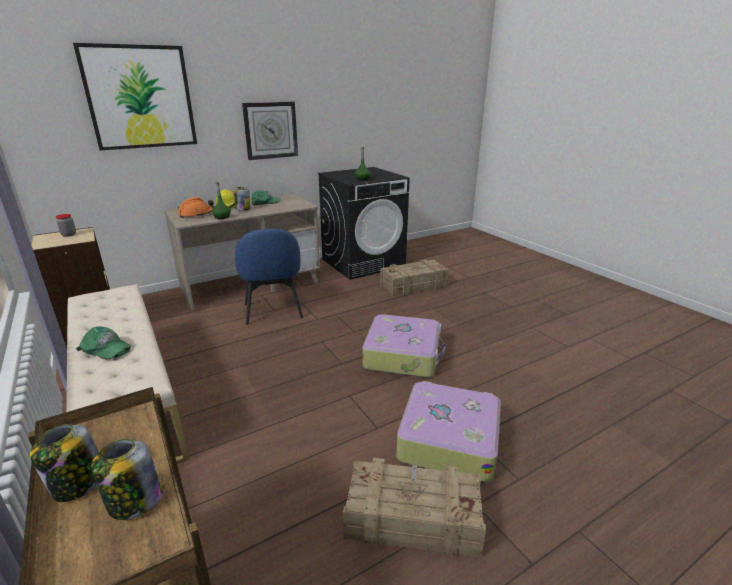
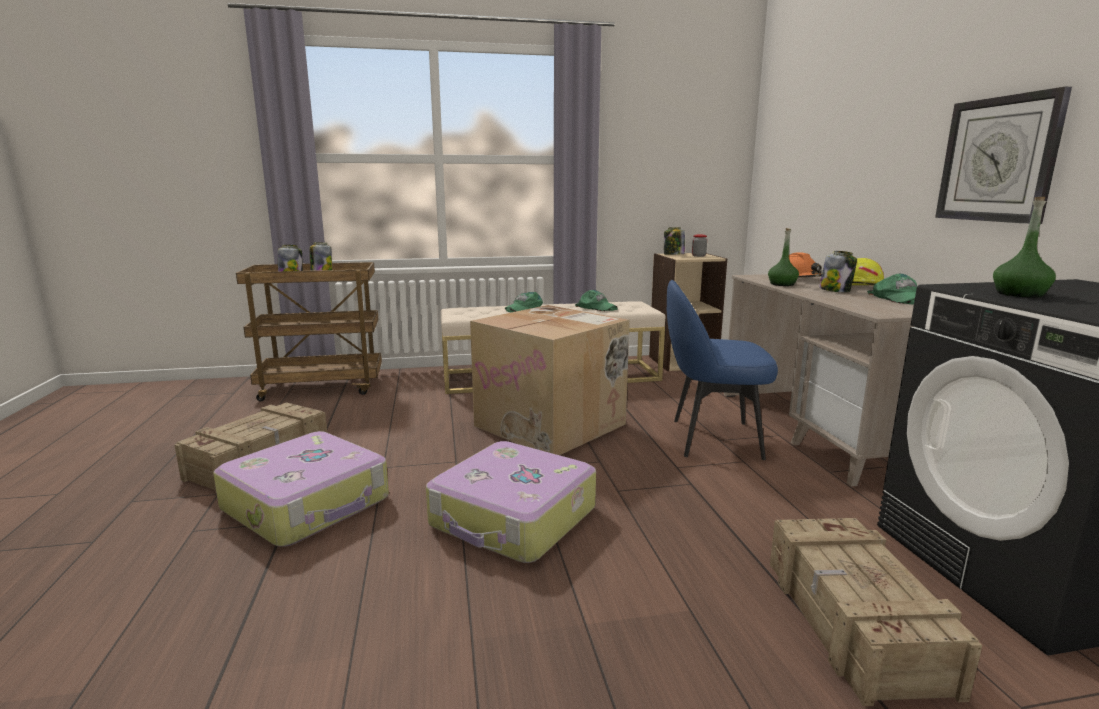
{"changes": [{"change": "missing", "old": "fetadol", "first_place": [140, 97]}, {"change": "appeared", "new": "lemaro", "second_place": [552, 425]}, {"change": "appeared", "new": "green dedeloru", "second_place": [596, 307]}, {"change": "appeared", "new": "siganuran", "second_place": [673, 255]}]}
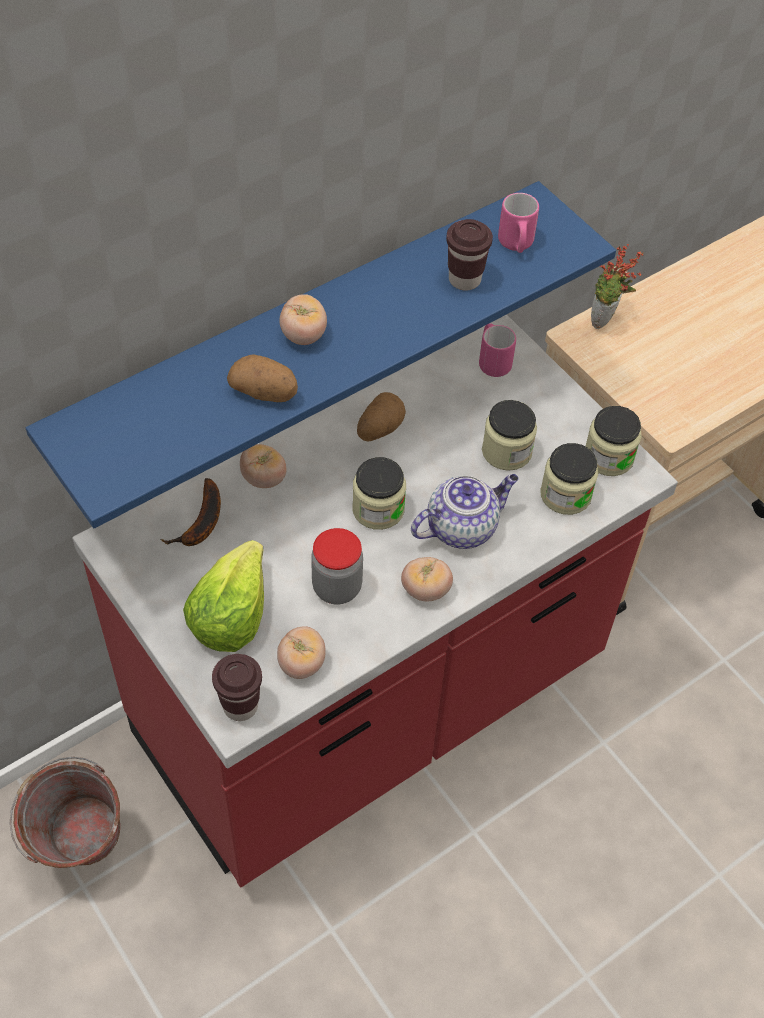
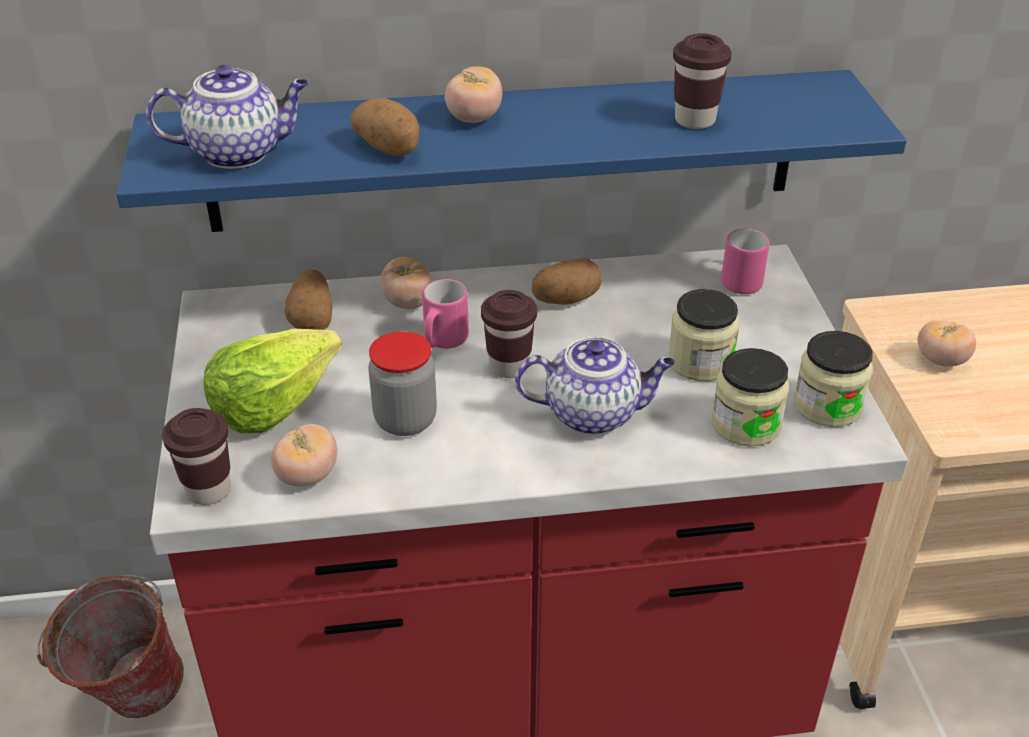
{"changes": [{"change": "missing", "old": "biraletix", "first_place": [605, 321]}, {"change": "appeared", "new": "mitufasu", "second_place": [239, 152]}, {"change": "relocated", "old": "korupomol", "first_place": [425, 590], "second_place": [941, 360]}, {"change": "relocated", "old": "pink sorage", "first_place": [516, 245], "second_place": [442, 342]}, {"change": "exchanged", "old": "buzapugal", "new": "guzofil", "first_place": [201, 523], "second_place": [312, 319]}, {"change": "exchanged", "old": "siganuran", "new": "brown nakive", "first_place": [378, 509], "second_place": [509, 366]}]}
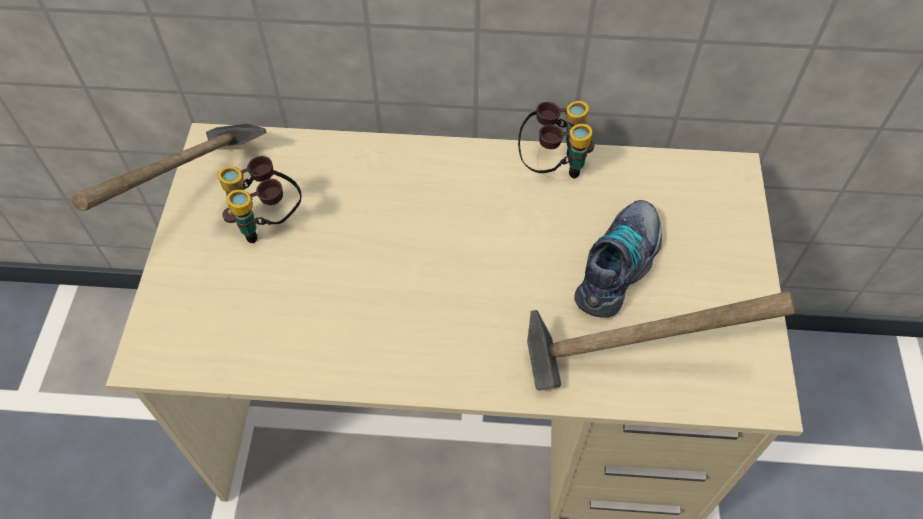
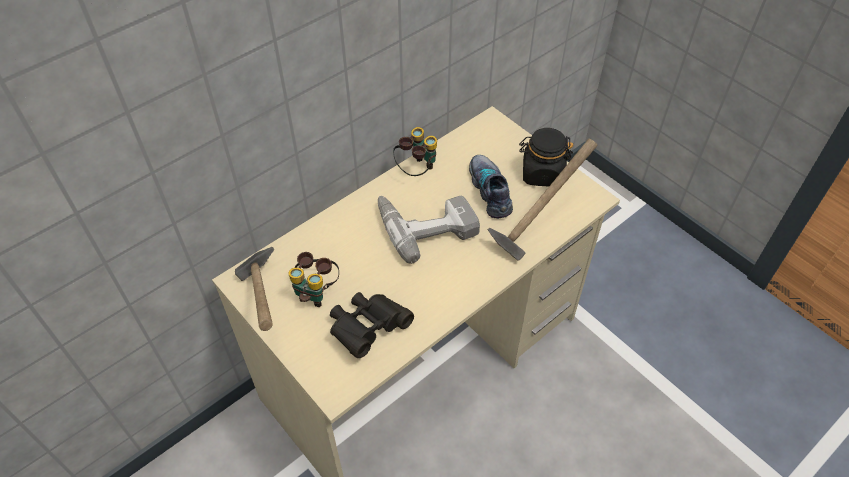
{"changes": [{"change": "appeared", "new": "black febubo", "second_place": [368, 328]}, {"change": "appeared", "new": "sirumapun", "second_place": [425, 224]}, {"change": "appeared", "new": "black siganuran", "second_place": [542, 173]}]}
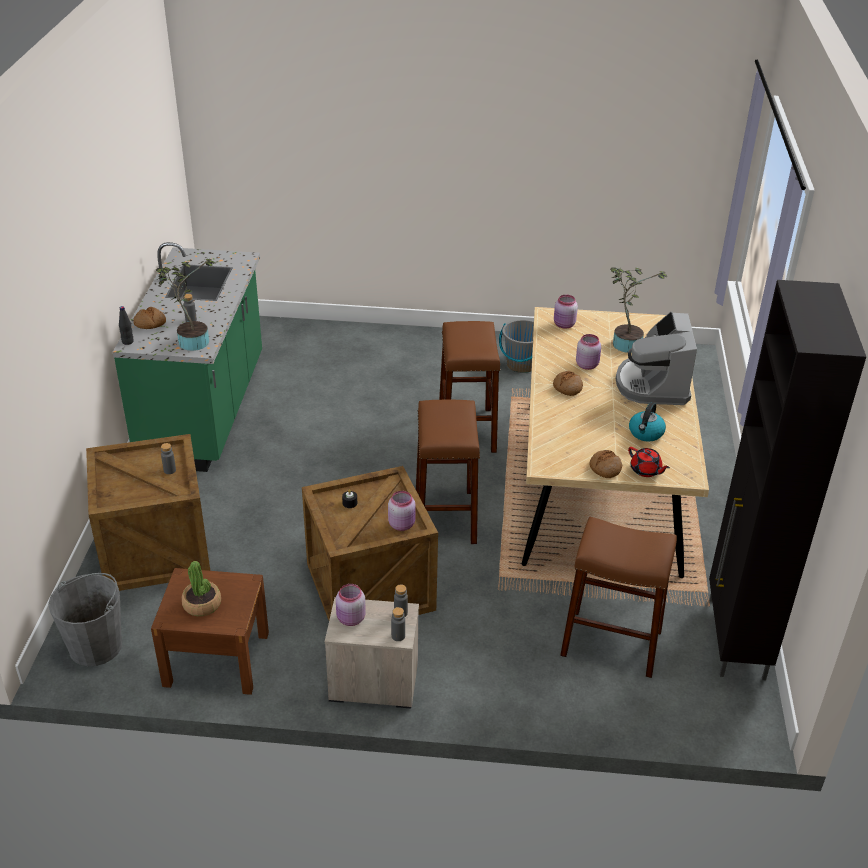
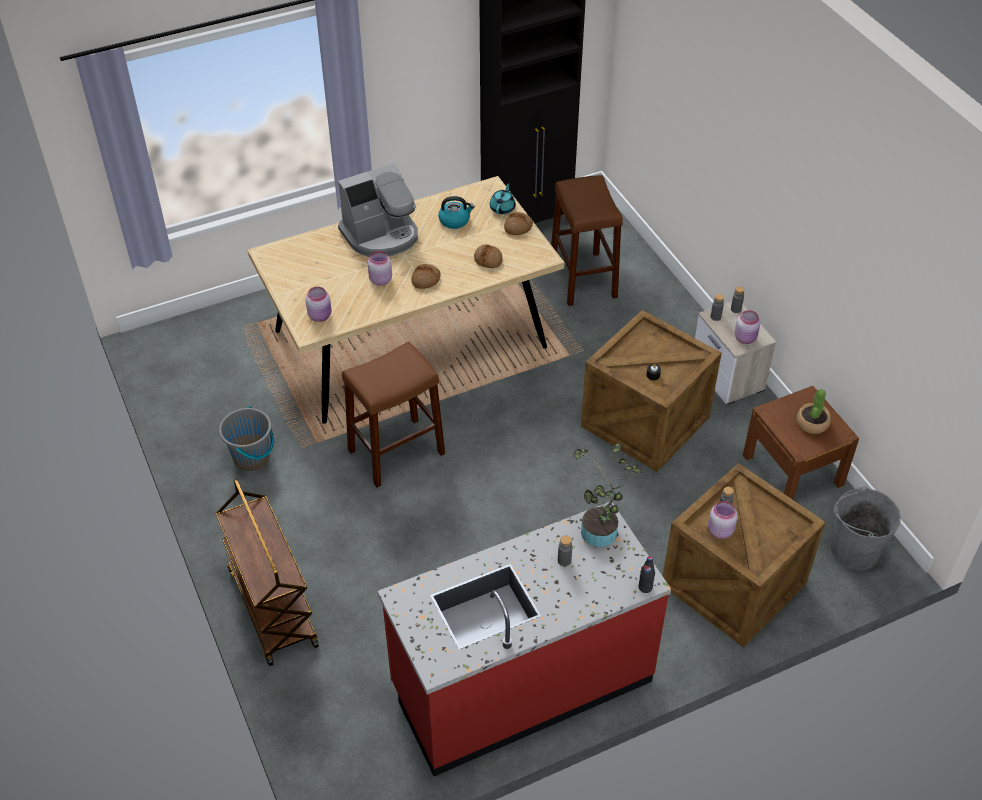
{"changes": [{"change": "missing", "old": "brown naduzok", "first_place": [445, 516]}, {"change": "missing", "old": "biraletix", "first_place": [624, 342]}, {"change": "appeared", "new": "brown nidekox", "second_place": [272, 608]}, {"change": "relocated", "old": "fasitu", "first_place": [150, 323], "second_place": [488, 260]}, {"change": "relocated", "old": "pink siganuran", "first_place": [402, 524], "second_place": [719, 530]}, {"change": "colour", "old": "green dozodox", "new": "red dozodox", "first_place": [205, 410], "second_place": [521, 683]}, {"change": "colour", "old": "red mitufasu", "new": "turquoise mitufasu", "first_place": [646, 470], "second_place": [502, 208]}]}
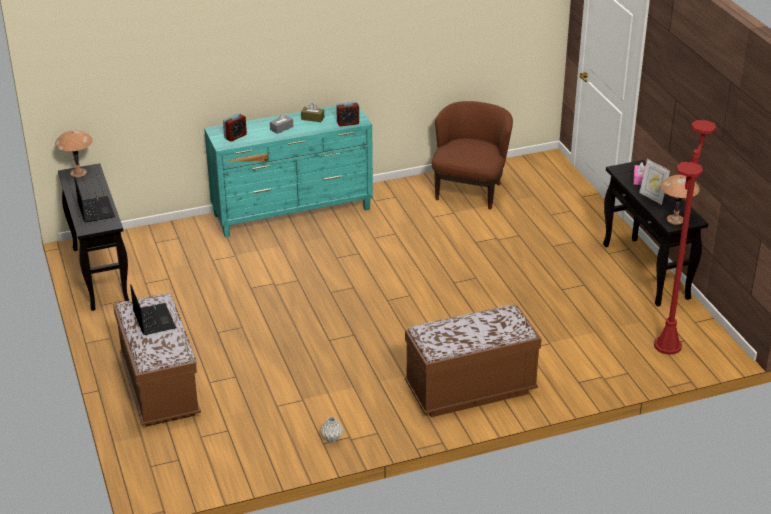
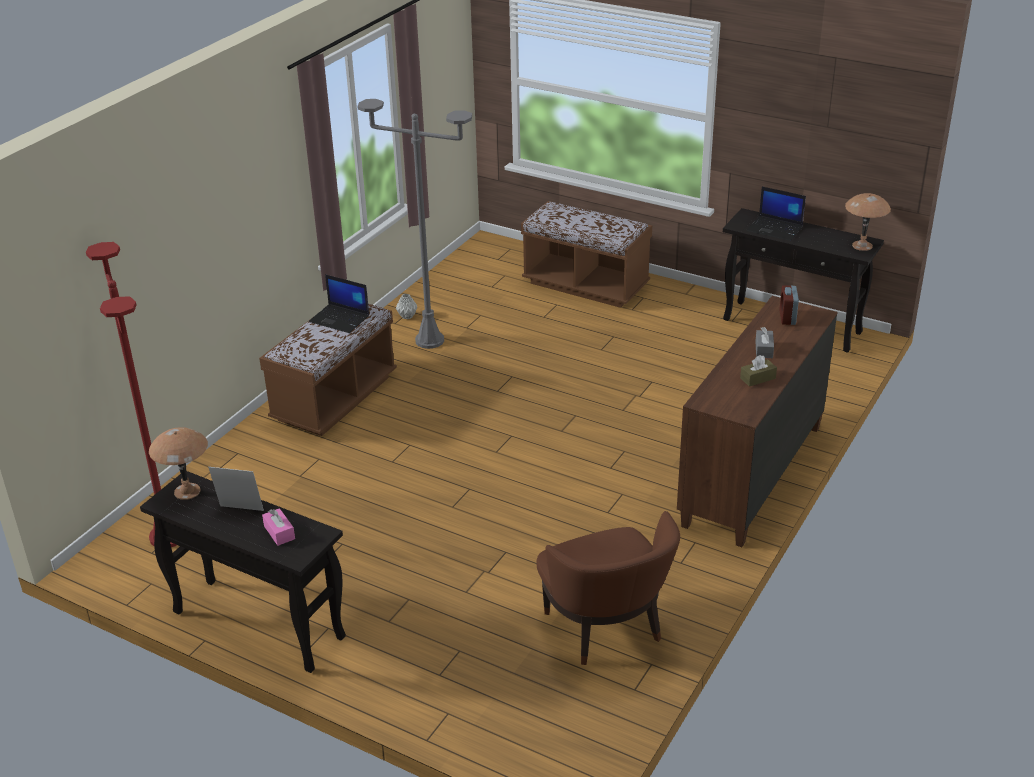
{"changes": [{"change": "missing", "old": "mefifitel", "first_place": [348, 123]}, {"change": "appeared", "new": "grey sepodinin", "second_place": [429, 340]}, {"change": "relocated", "old": "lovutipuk", "first_place": [153, 319], "second_place": [340, 319]}, {"change": "colour", "old": "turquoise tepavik", "new": "brown tepavik", "first_place": [293, 212], "second_place": [751, 475]}]}
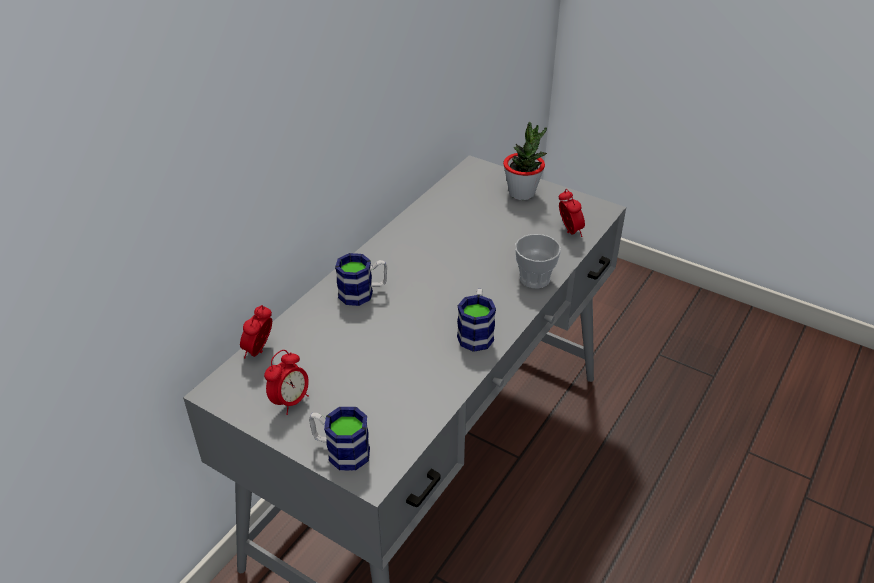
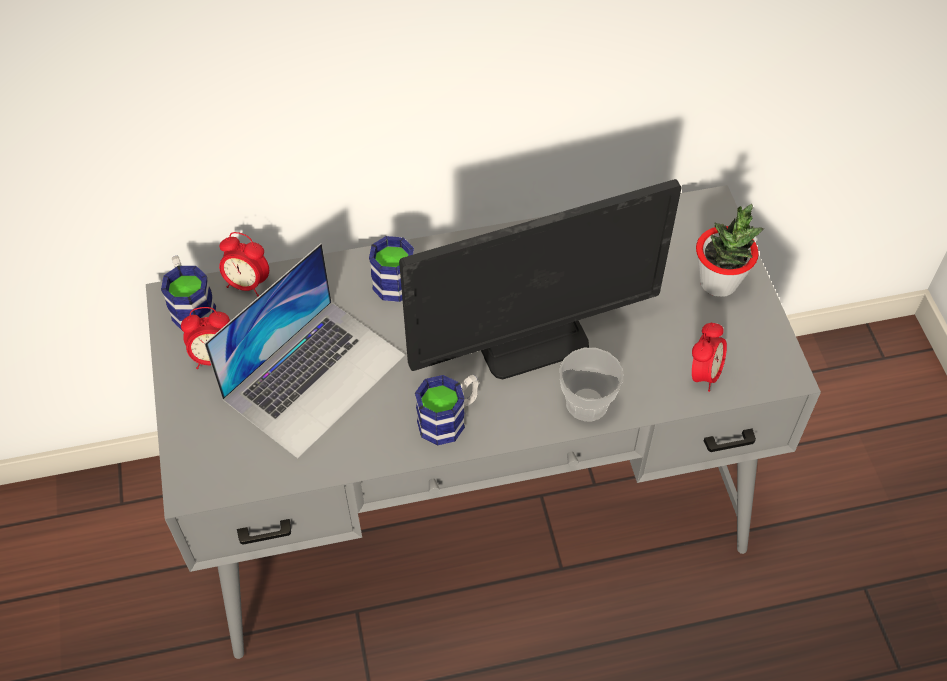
{"changes": [{"change": "appeared", "new": "lovutipuk", "second_place": [314, 376]}, {"change": "appeared", "new": "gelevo", "second_place": [531, 339]}, {"change": "relocated", "old": "sorage", "first_place": [340, 451], "second_place": [191, 306]}, {"change": "spun", "old": "mefifitel", "first_place": [259, 351], "second_place": [247, 284], "degrees": -135}]}
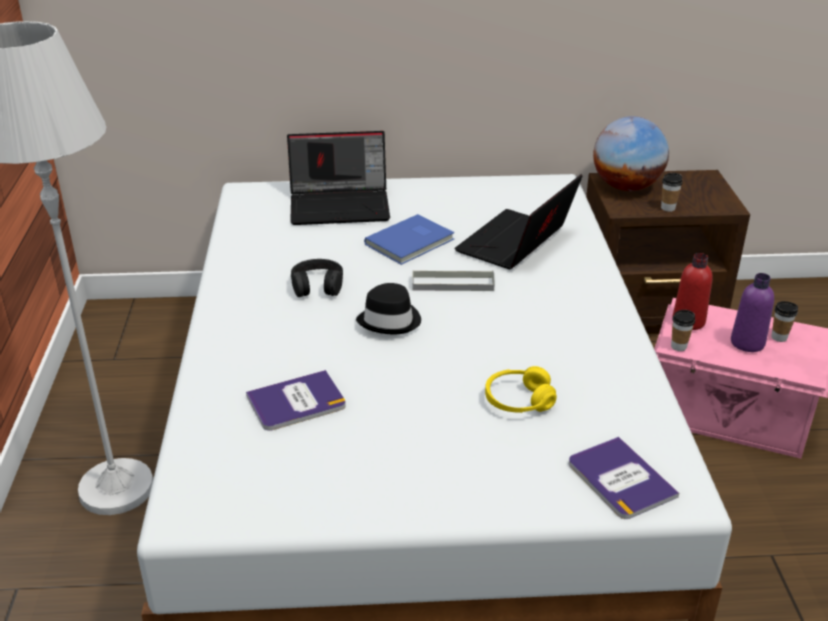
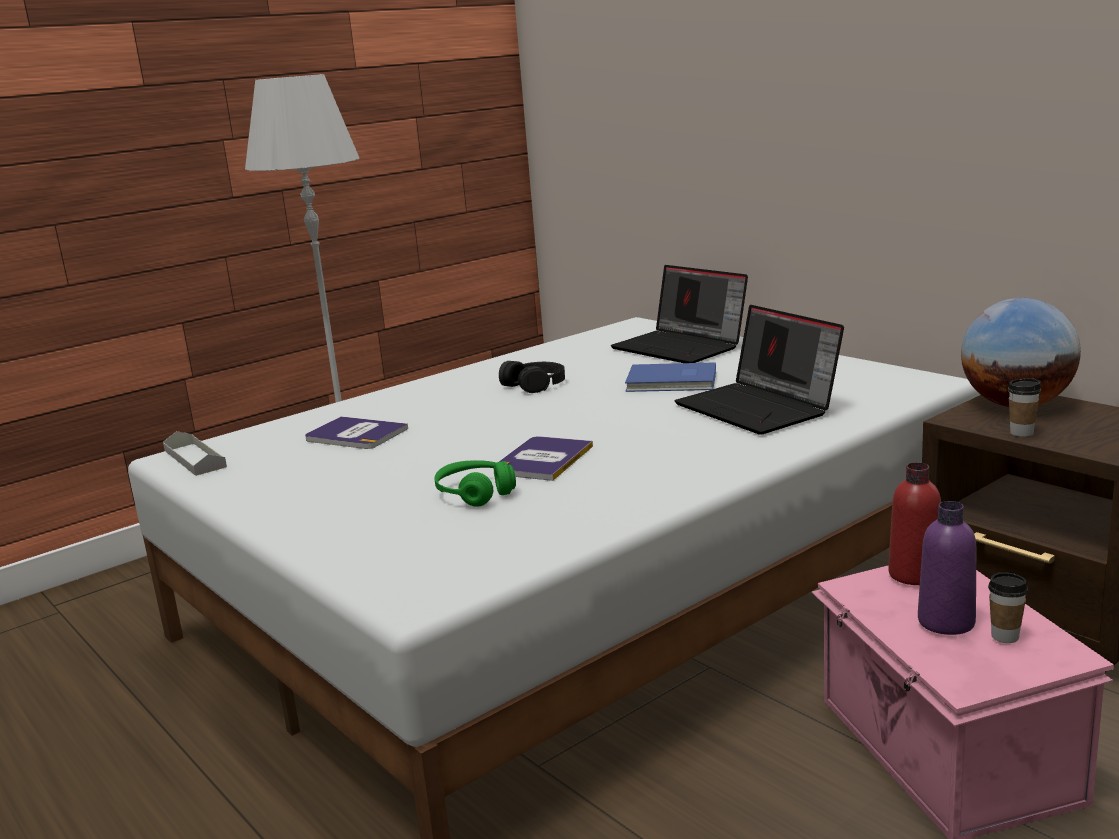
{"changes": [{"change": "missing", "old": "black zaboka", "first_place": [390, 320]}, {"change": "missing", "old": "nakive", "first_place": [678, 346]}, {"change": "relocated", "old": "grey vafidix", "first_place": [453, 283], "second_place": [195, 458]}, {"change": "relocated", "old": "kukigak", "first_place": [620, 479], "second_place": [543, 460]}, {"change": "colour", "old": "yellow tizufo", "new": "green tizufo", "first_place": [518, 401], "second_place": [475, 493]}, {"change": "spun", "old": "lovutipuk", "first_place": [516, 244], "second_place": [759, 408], "degrees": -120}]}
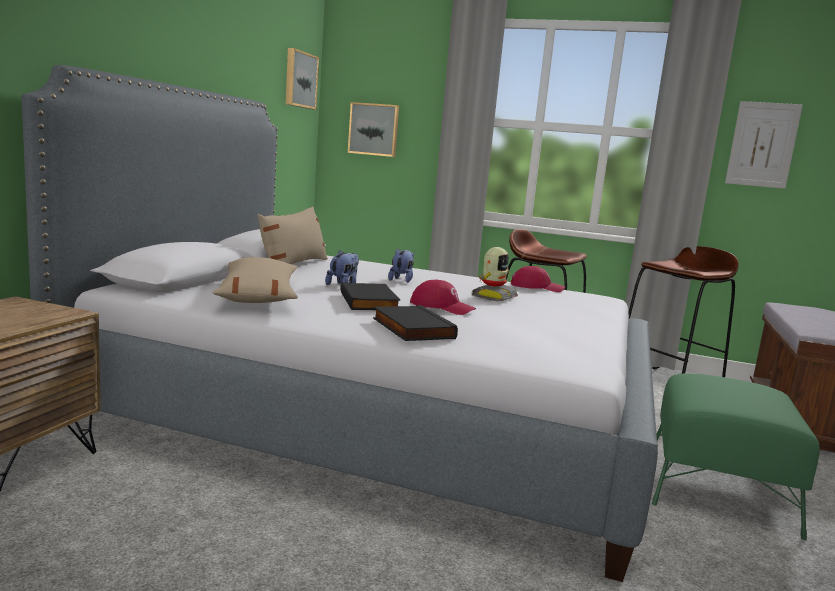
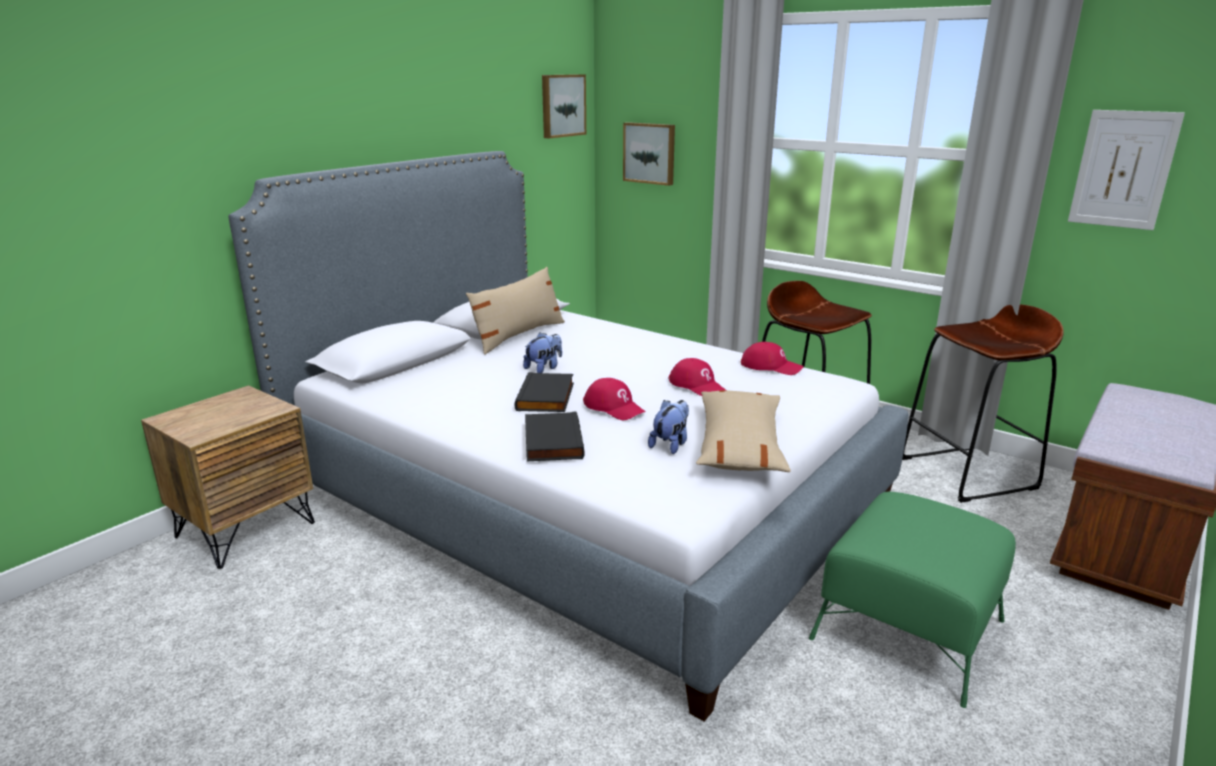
{"changes": [{"change": "relocated", "old": "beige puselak", "first_place": [258, 296], "second_place": [739, 445]}, {"change": "relocated", "old": "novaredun", "first_place": [401, 280], "second_place": [670, 444]}, {"change": "exchanged", "old": "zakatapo", "new": "red dedeloru", "first_place": [493, 296], "second_place": [697, 385]}]}
